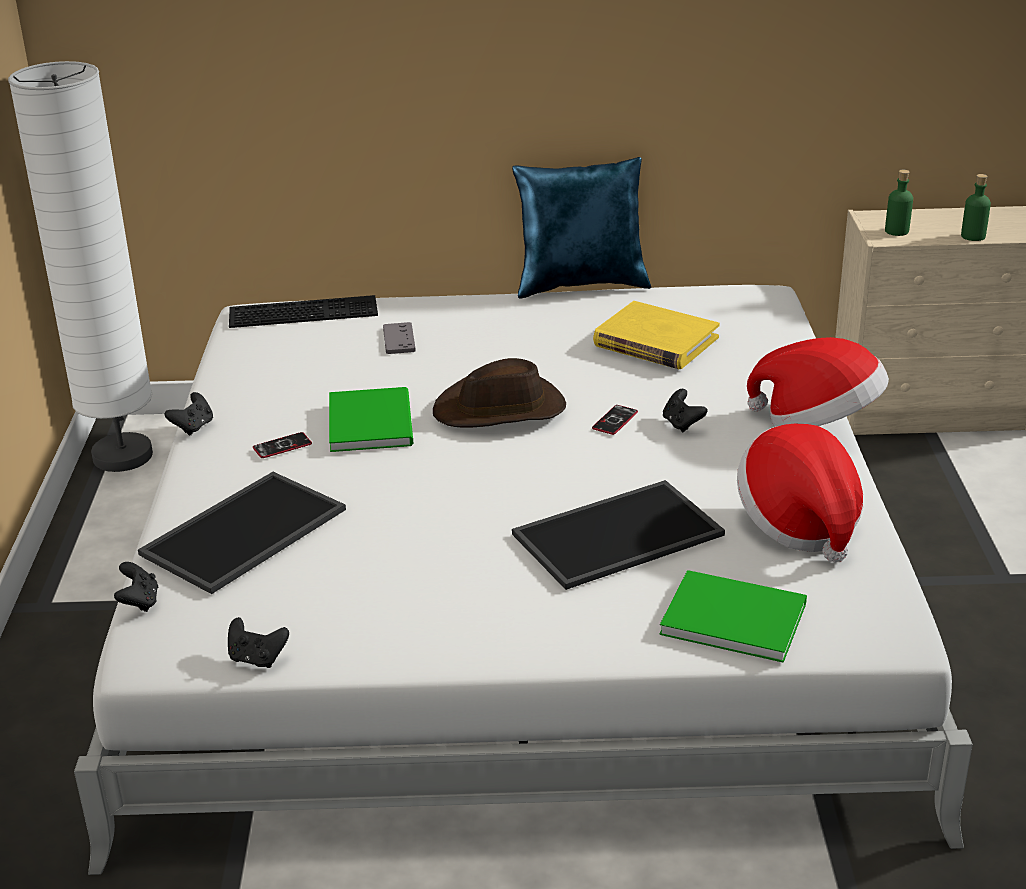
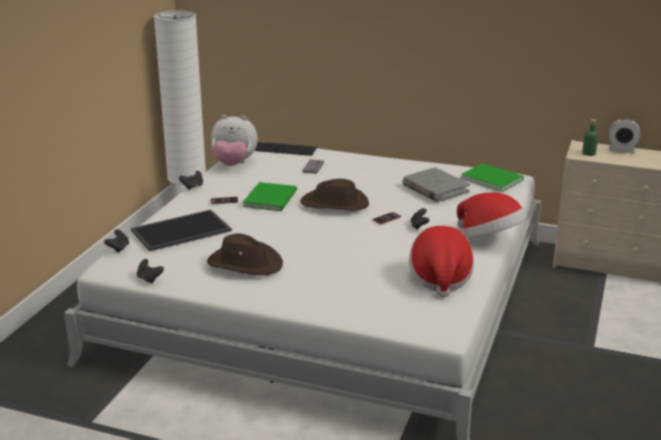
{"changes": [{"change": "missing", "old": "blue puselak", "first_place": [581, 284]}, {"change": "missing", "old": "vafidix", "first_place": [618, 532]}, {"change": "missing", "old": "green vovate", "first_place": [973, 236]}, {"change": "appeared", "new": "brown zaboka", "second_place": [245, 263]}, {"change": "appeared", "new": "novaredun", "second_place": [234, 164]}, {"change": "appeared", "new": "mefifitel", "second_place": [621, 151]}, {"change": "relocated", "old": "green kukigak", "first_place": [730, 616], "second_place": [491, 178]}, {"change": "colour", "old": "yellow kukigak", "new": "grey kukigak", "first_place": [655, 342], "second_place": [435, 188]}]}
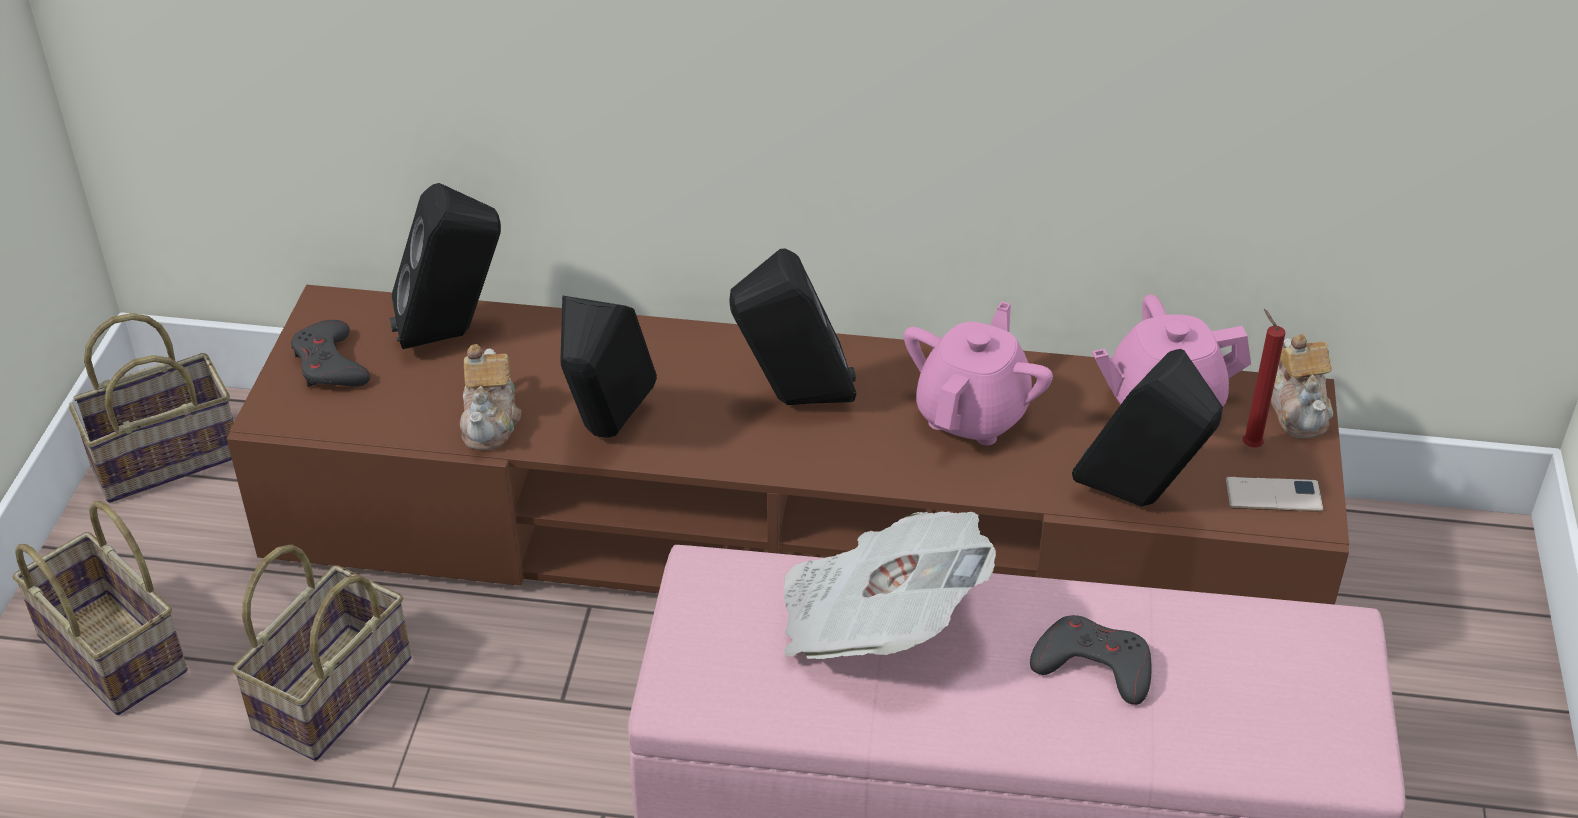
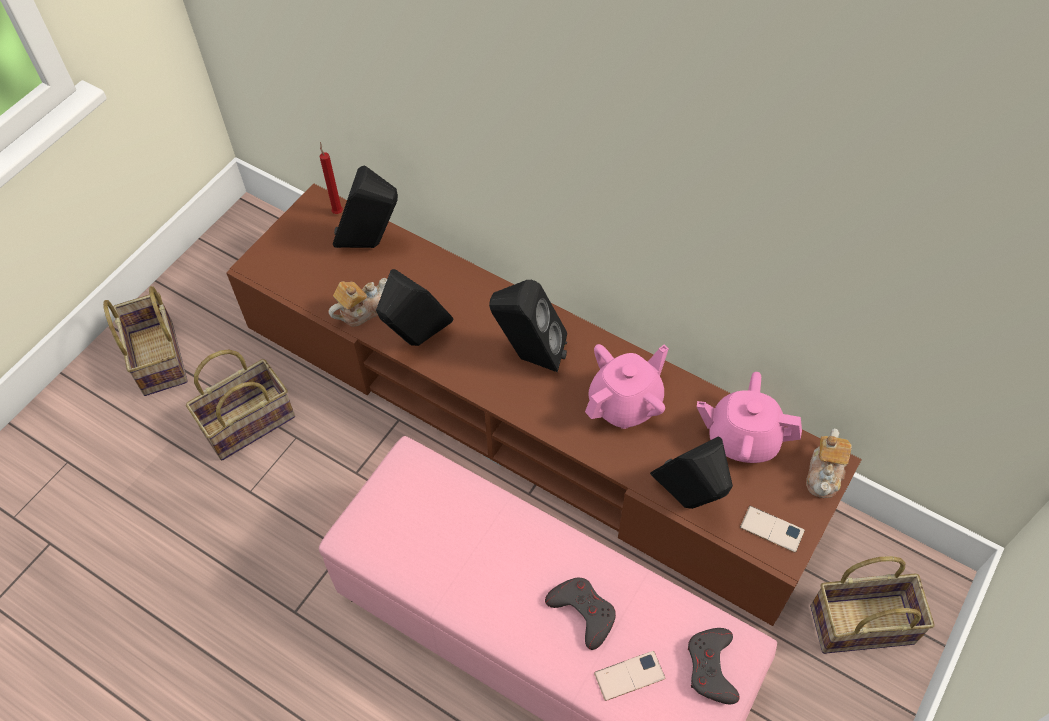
{"changes": [{"change": "missing", "old": "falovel", "first_place": [876, 623]}, {"change": "appeared", "new": "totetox", "second_place": [629, 676]}, {"change": "relocated", "old": "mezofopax", "first_place": [168, 455], "second_place": [863, 622]}, {"change": "relocated", "old": "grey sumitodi", "first_place": [330, 364], "second_place": [711, 668]}, {"change": "relocated", "old": "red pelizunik", "first_place": [1248, 445], "second_place": [337, 211]}, {"change": "spun", "old": "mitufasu", "first_place": [491, 421], "second_place": [361, 310], "degrees": -150}]}
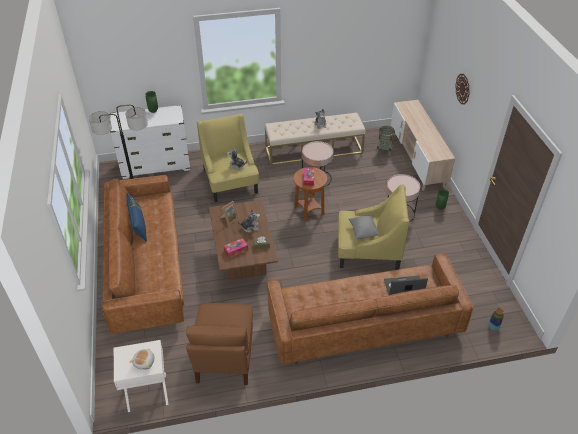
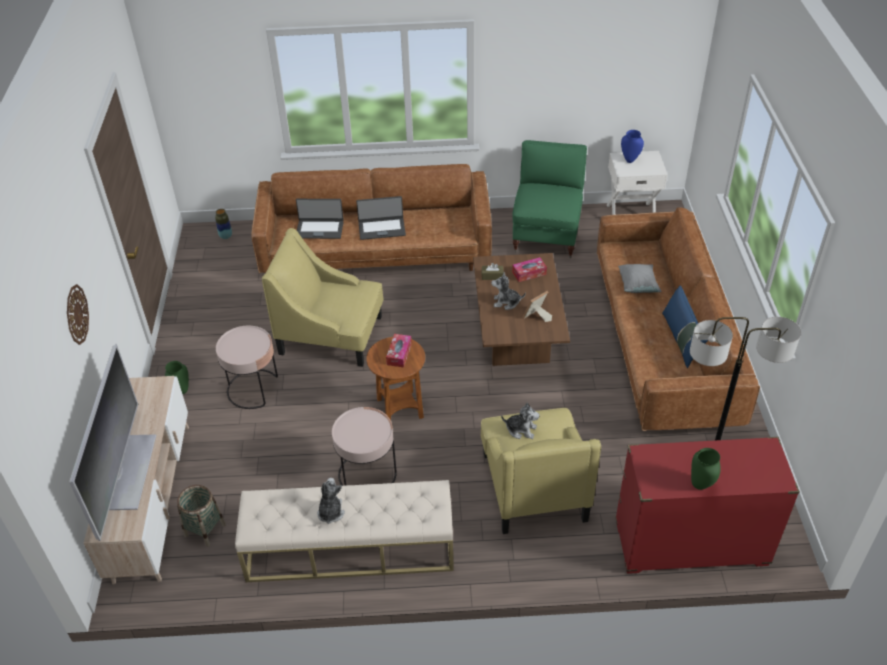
{"changes": [{"change": "appeared", "new": "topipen", "second_place": [130, 472]}, {"change": "appeared", "new": "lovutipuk", "second_place": [381, 228]}, {"change": "relocated", "old": "grey puselak", "first_place": [363, 231], "second_place": [637, 286]}, {"change": "exchanged", "old": "novaredun", "new": "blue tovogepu", "first_place": [145, 362], "second_place": [629, 160]}, {"change": "colour", "old": "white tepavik", "new": "red tepavik", "first_place": [156, 166], "second_place": [690, 544]}, {"change": "colour", "old": "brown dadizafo", "new": "green dadizafo", "first_place": [224, 358], "second_place": [546, 234]}]}
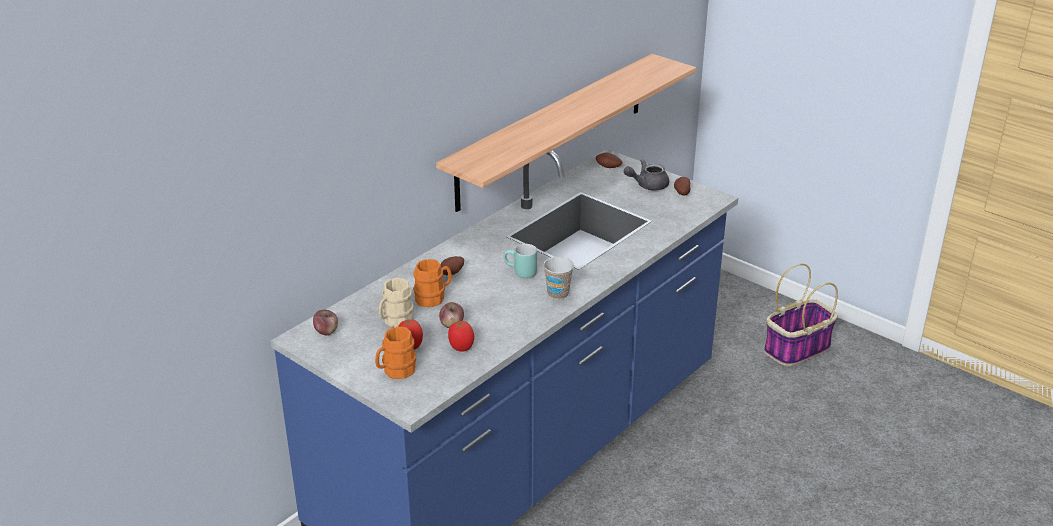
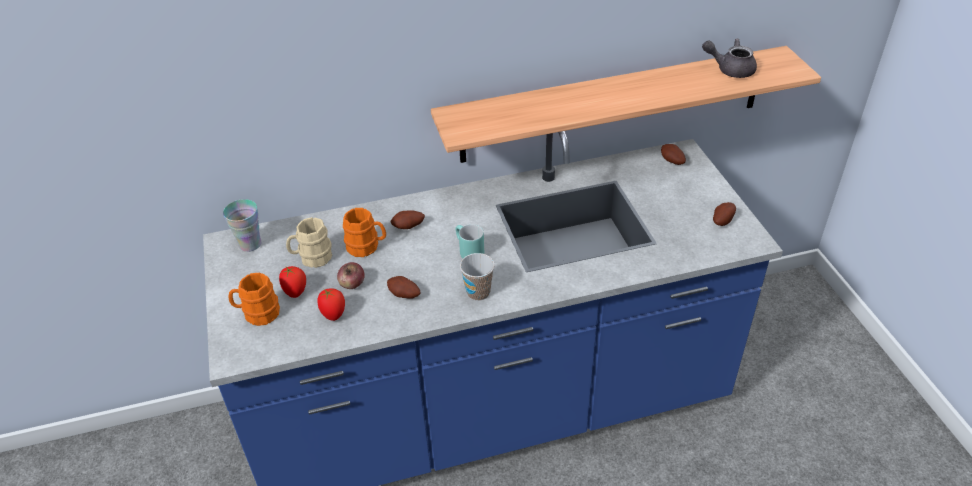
{"changes": [{"change": "missing", "old": "mezofopax", "first_place": [796, 349]}, {"change": "appeared", "new": "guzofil", "second_place": [404, 295]}, {"change": "relocated", "old": "grey mitufasu", "first_place": [647, 185], "second_place": [730, 69]}, {"change": "exchanged", "old": "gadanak", "new": "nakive", "first_place": [326, 331], "second_place": [250, 244]}]}
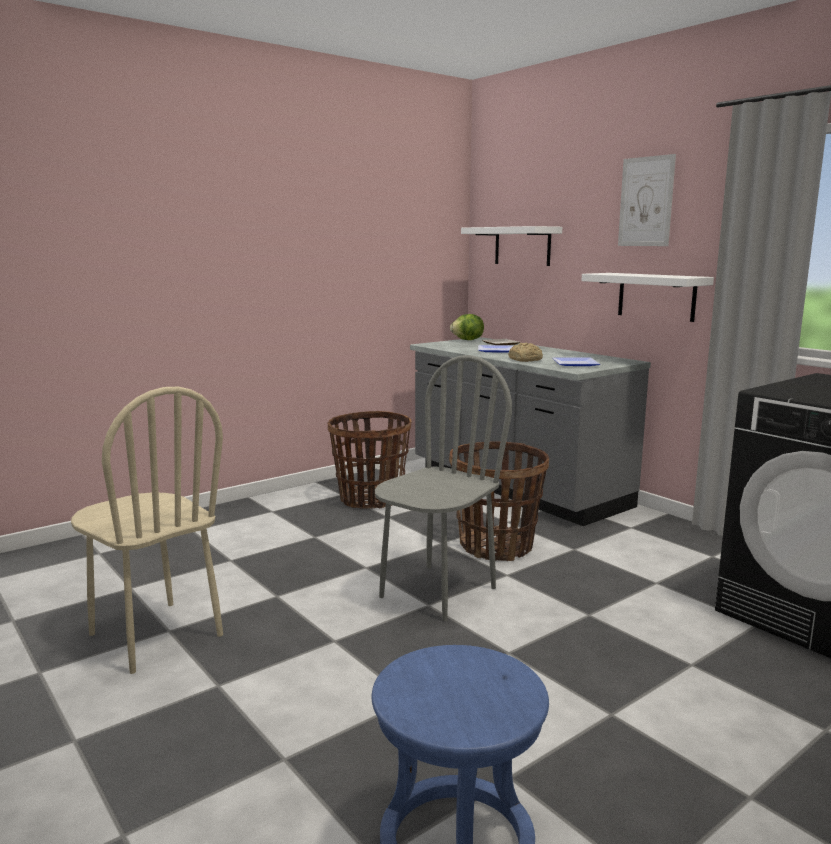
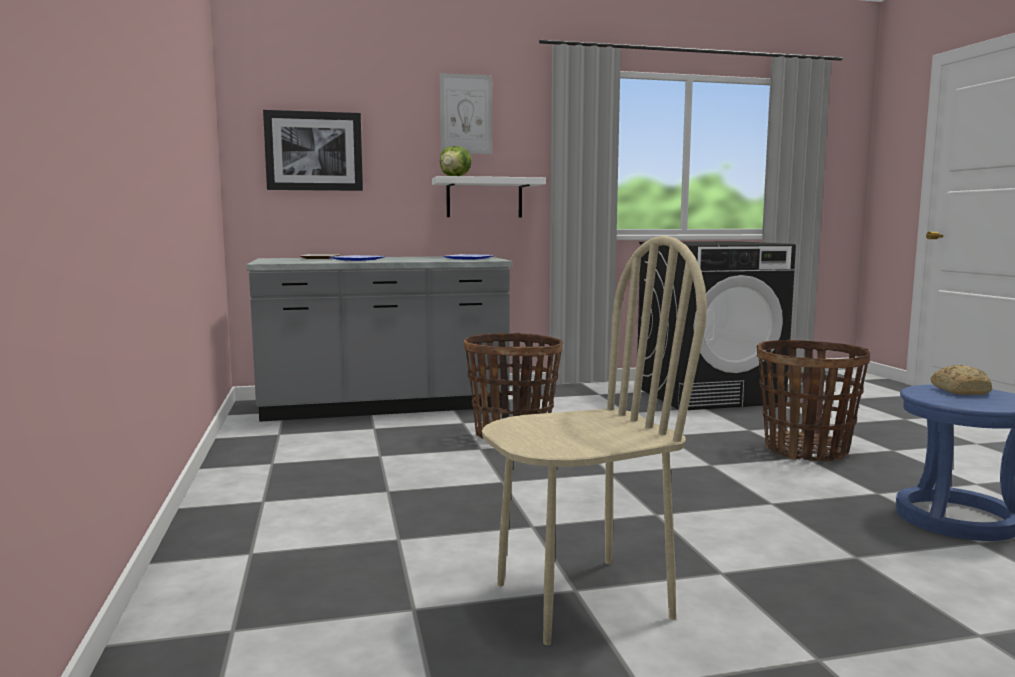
{"changes": [{"change": "missing", "old": "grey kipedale", "first_place": [437, 592]}, {"change": "relocated", "old": "mezofopax", "first_place": [370, 499], "second_place": [806, 450]}, {"change": "relocated", "old": "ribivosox", "first_place": [468, 340], "second_place": [455, 176]}, {"change": "relocated", "old": "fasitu", "first_place": [526, 360], "second_place": [960, 391]}, {"change": "exchanged", "old": "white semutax", "new": "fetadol", "first_place": [522, 246], "second_place": [314, 151]}]}
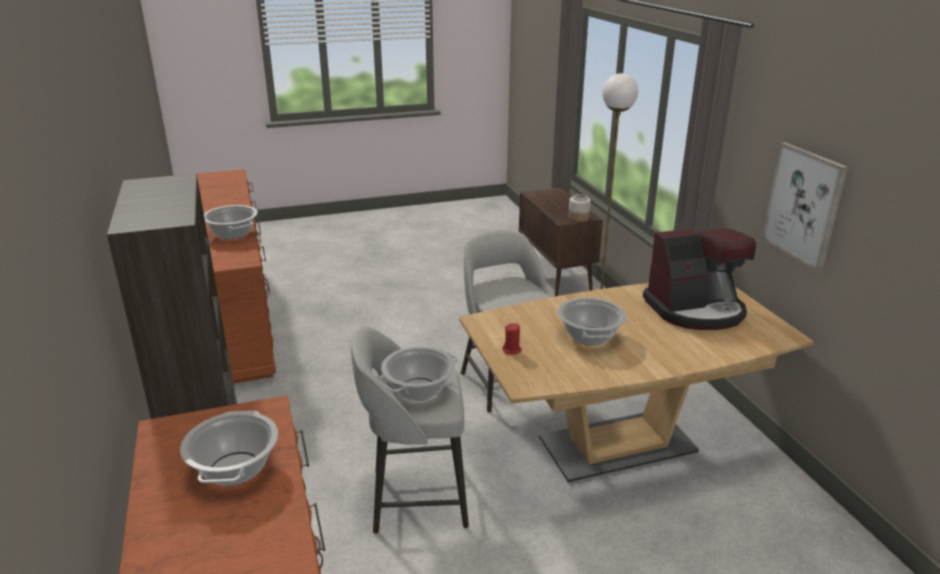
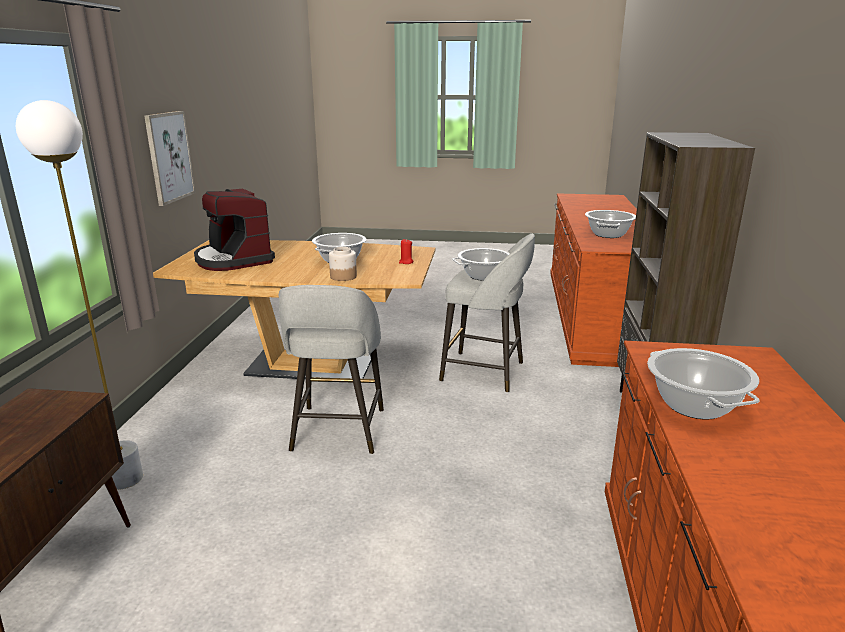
{"changes": [{"change": "relocated", "old": "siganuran", "first_place": [578, 217], "second_place": [343, 277]}, {"change": "spun", "old": "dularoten", "first_place": [696, 310], "second_place": [233, 260], "degrees": -135}]}
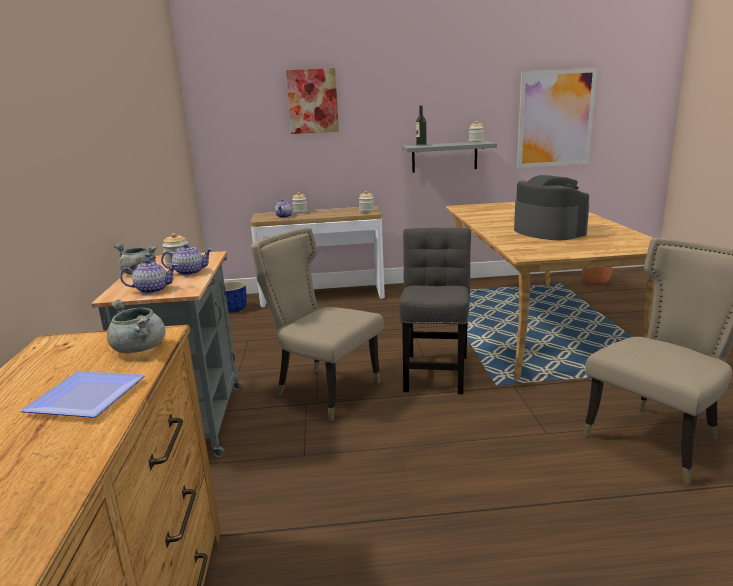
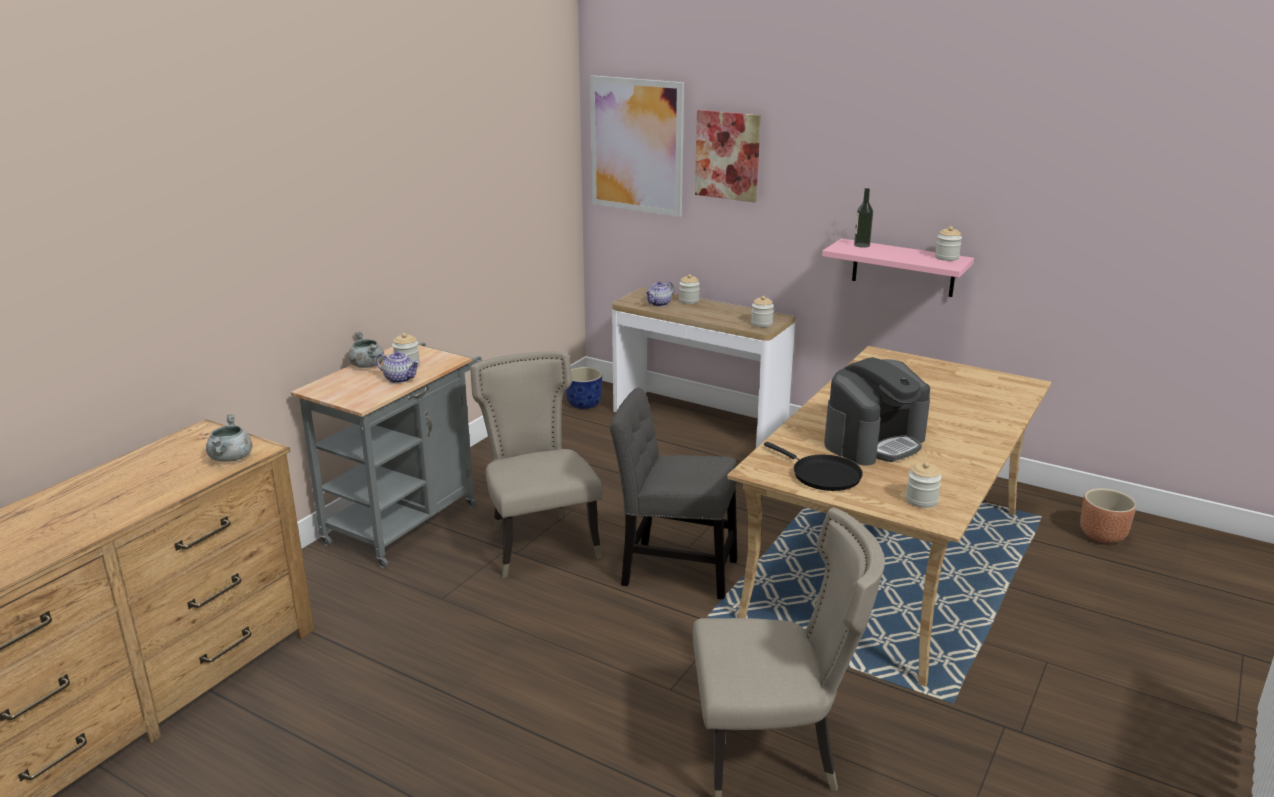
{"changes": [{"change": "missing", "old": "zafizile", "first_place": [86, 396]}, {"change": "missing", "old": "mitufasu", "first_place": [153, 290]}, {"change": "appeared", "new": "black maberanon", "second_place": [822, 475]}, {"change": "appeared", "new": "siganuran", "second_place": [921, 500]}, {"change": "relocated", "old": "fetadol", "first_place": [555, 118], "second_place": [636, 145]}, {"change": "colour", "old": "grey semutax", "new": "pink semutax", "first_place": [444, 157], "second_place": [903, 268]}, {"change": "spun", "old": "grey kipedale", "first_place": [435, 370], "second_place": [673, 570], "degrees": -120}, {"change": "spun", "old": "dularoten", "first_place": [548, 231], "second_place": [874, 442], "degrees": 45}]}
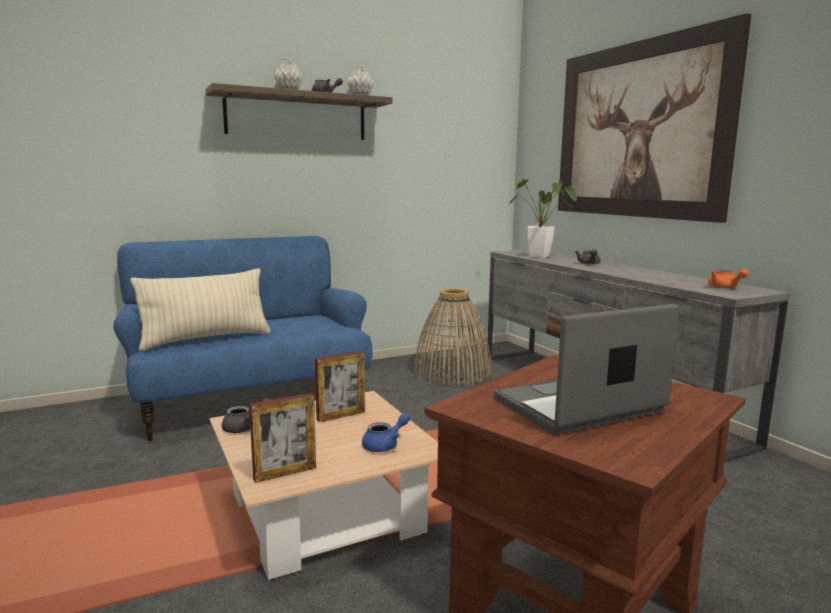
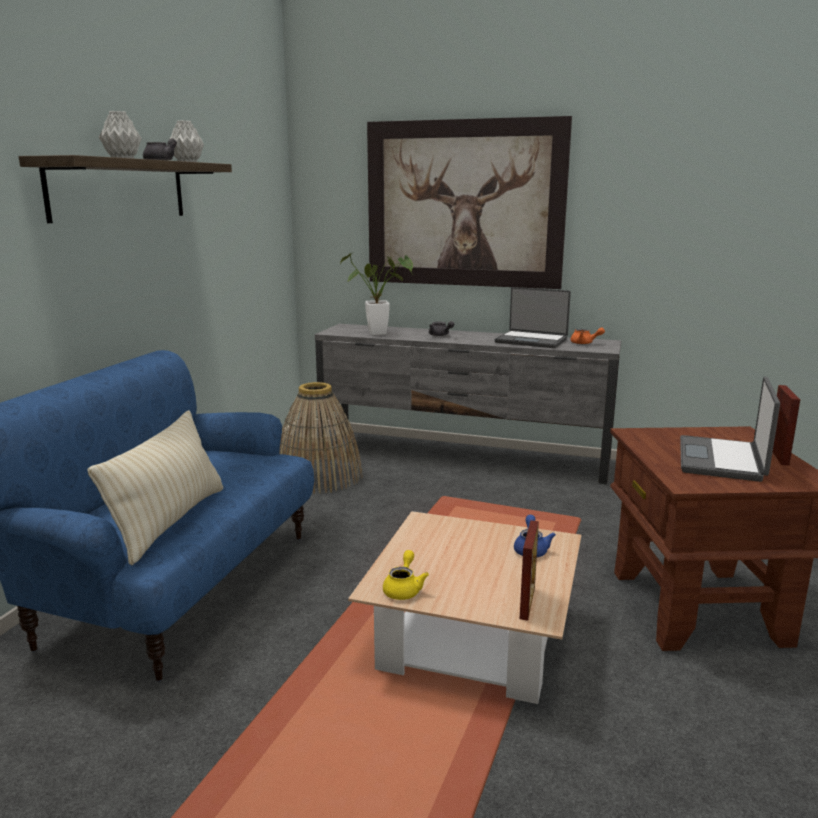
{"changes": [{"change": "appeared", "new": "lovutipuk", "second_place": [531, 341]}, {"change": "relocated", "old": "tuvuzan", "first_place": [341, 416], "second_place": [778, 455]}, {"change": "colour", "old": "grey mitufasu", "new": "yellow mitufasu", "first_place": [245, 427], "second_place": [404, 589]}]}
